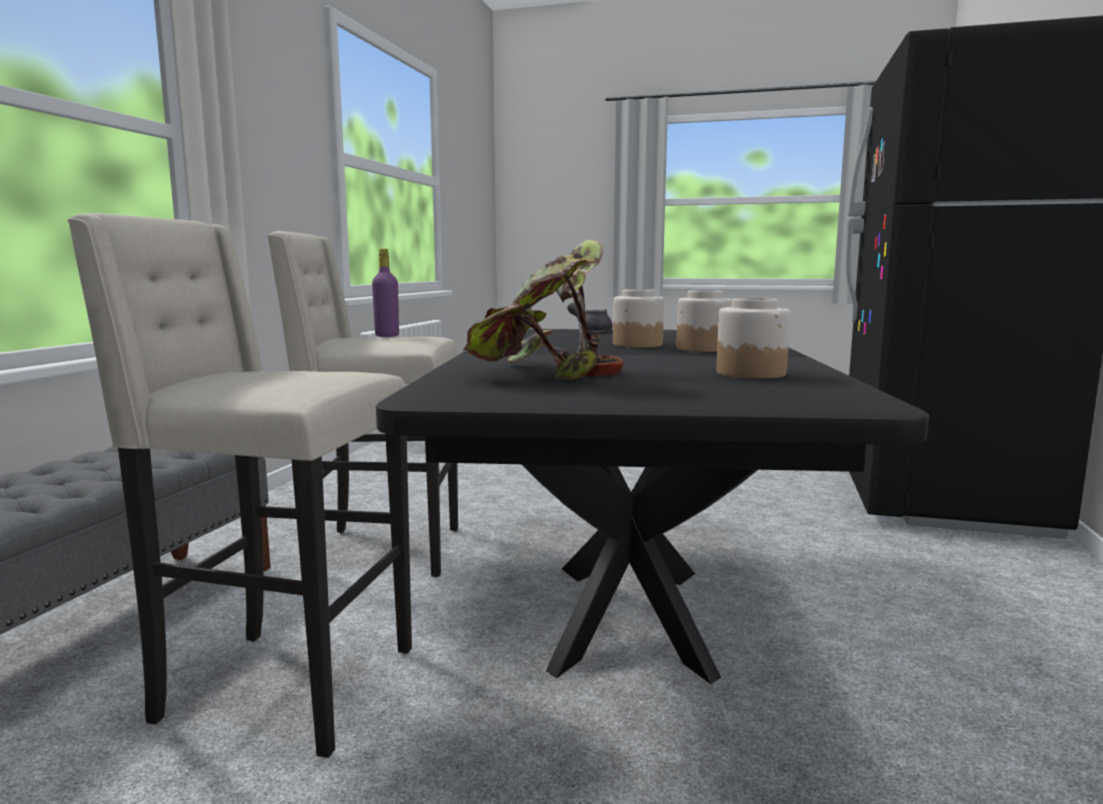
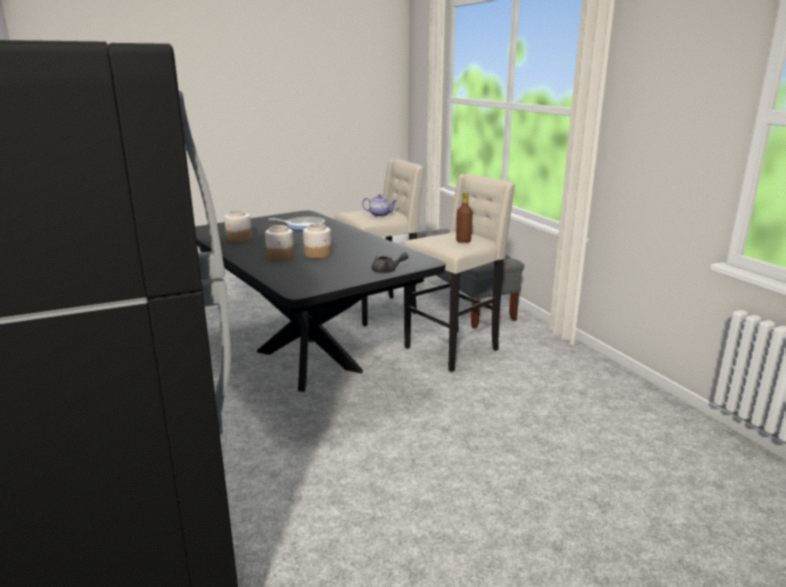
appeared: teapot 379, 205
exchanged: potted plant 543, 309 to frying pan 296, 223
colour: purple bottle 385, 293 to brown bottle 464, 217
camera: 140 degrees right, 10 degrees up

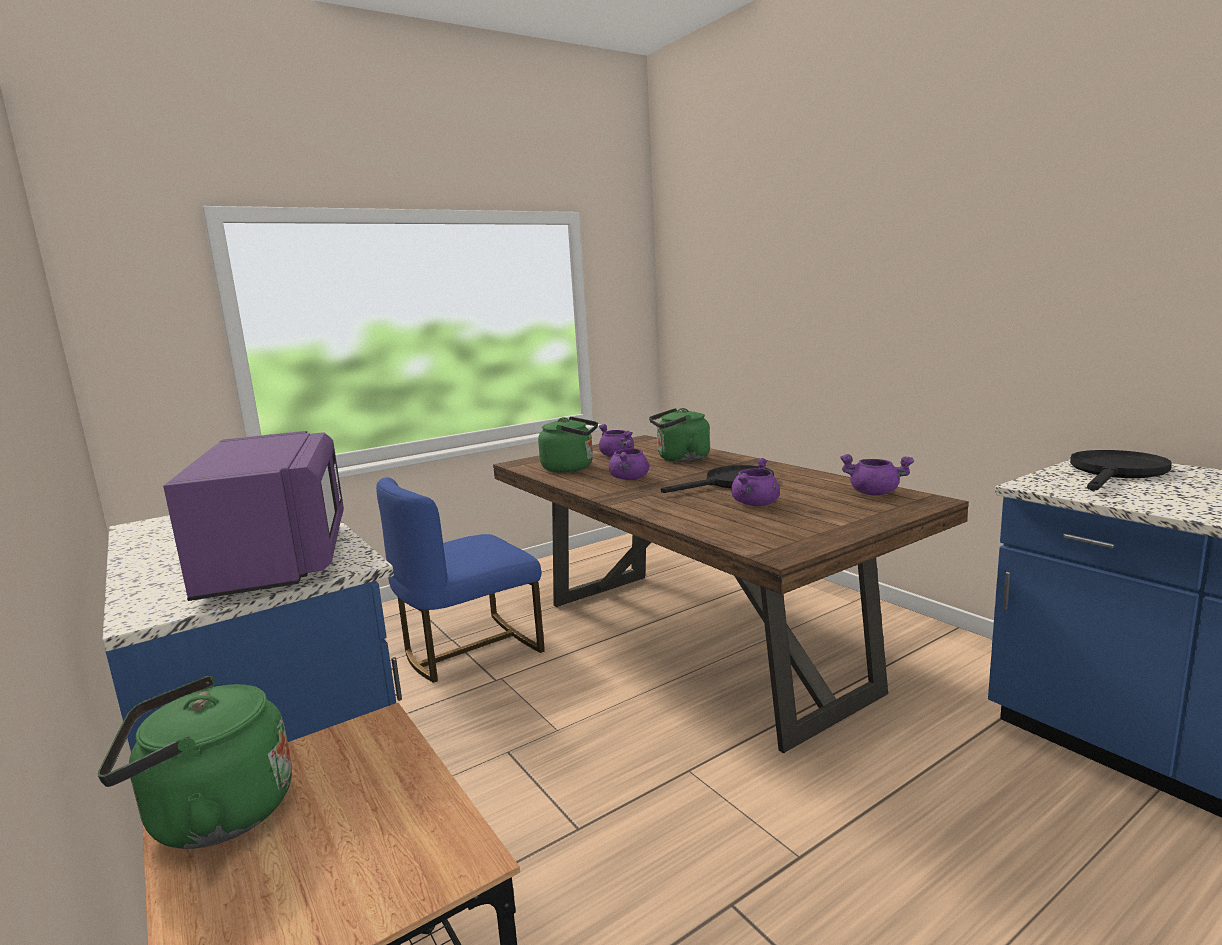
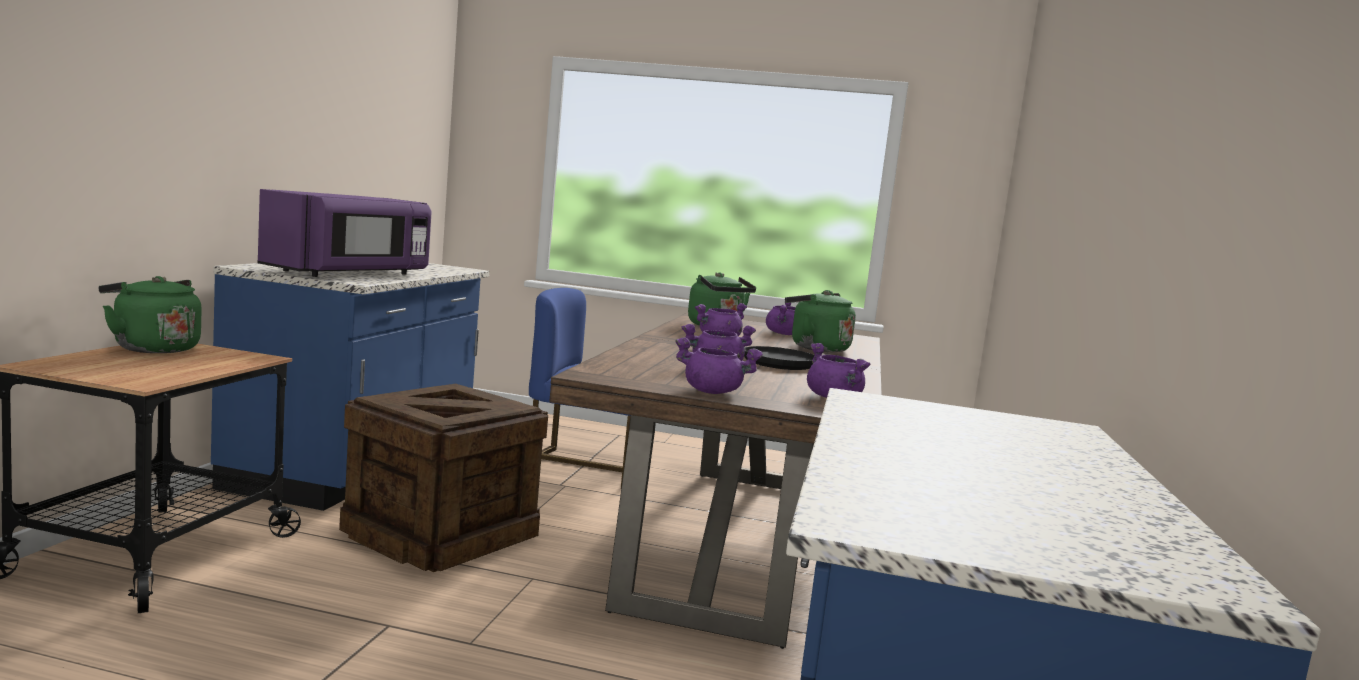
missing: black frying pan 1121, 470
appeared: crate 443, 478; purple cooking pot 719, 365
camera: 45 degrees right, 5 degrees down

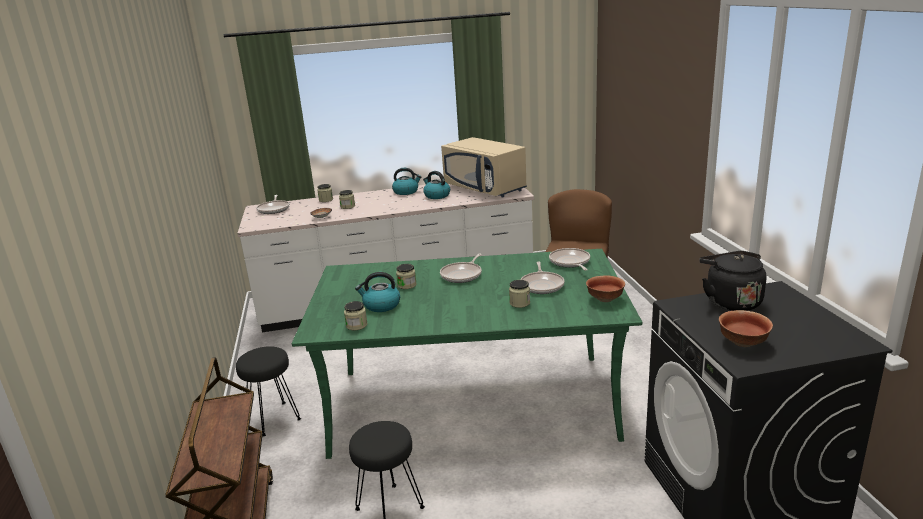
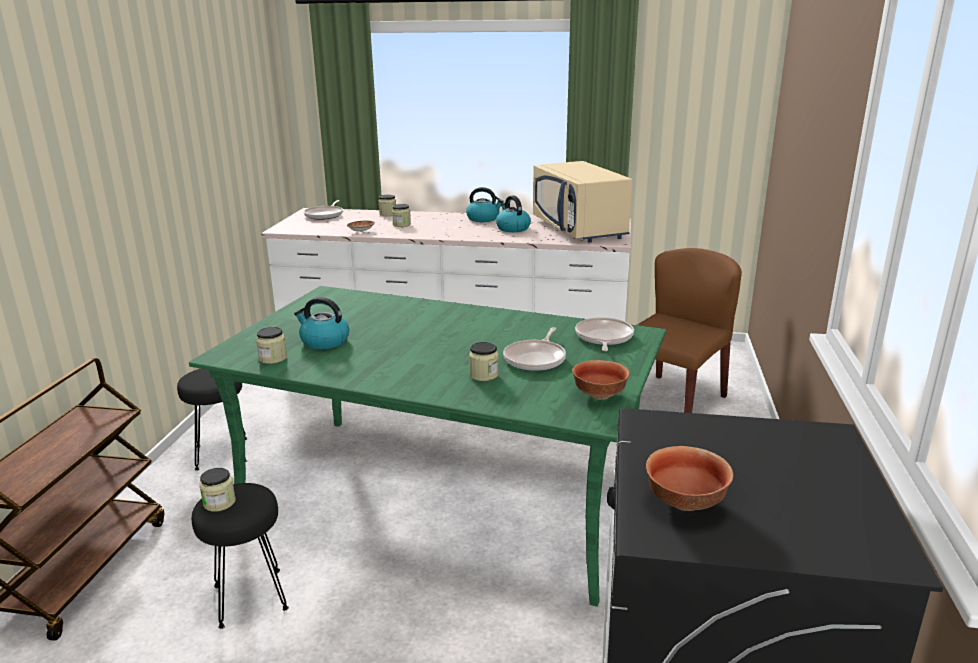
missing: frying pan 461, 268; black kettle 733, 281
relocated: jar 406, 276 to 218, 490
camera: 20 degrees right, 0 degrees up

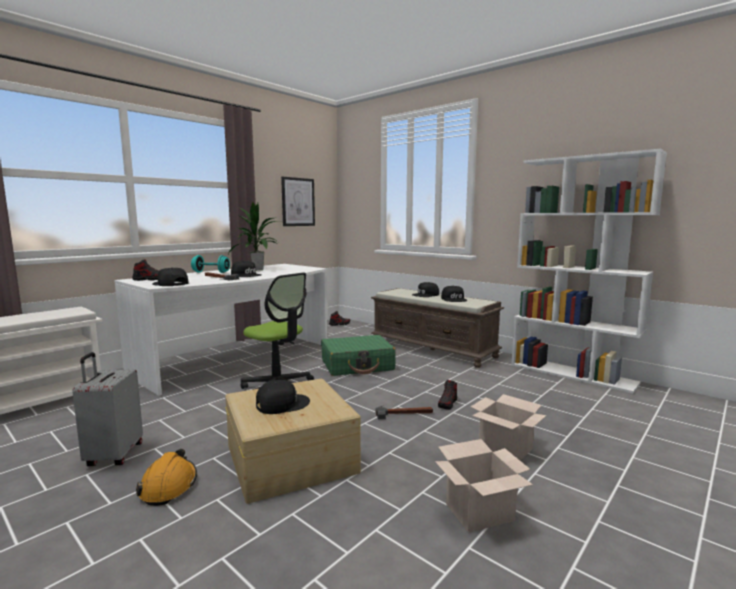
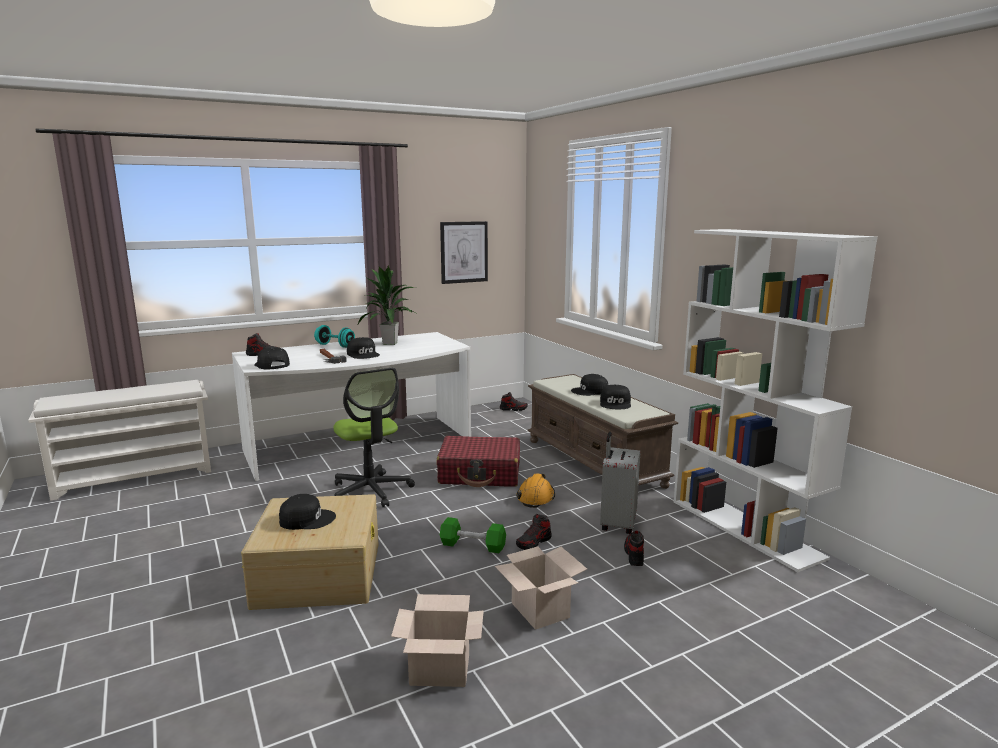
appeared: shoe 634, 548
relocated: grey suitcase 107, 409 to 620, 483; orange hard hat 166, 477 to 535, 490
exchanged: hammer 404, 412 to green dumbbell 473, 535
colour: green suitcase 358, 355 to red suitcase 478, 461
camera: 20 degrees right, 5 degrees up

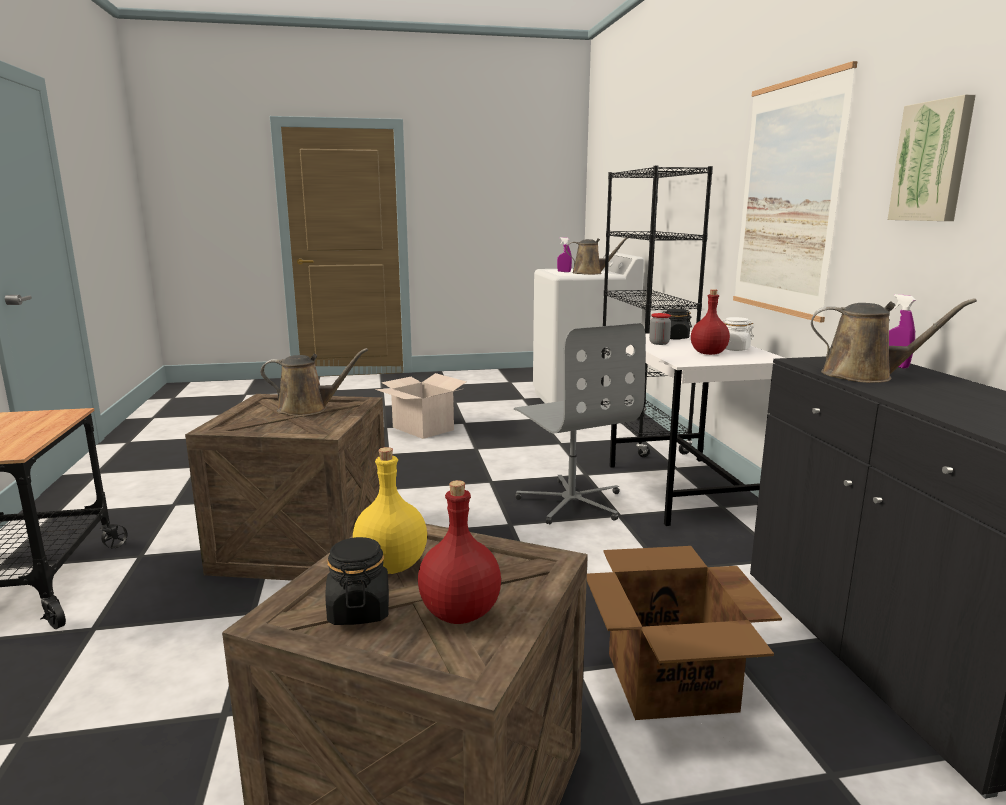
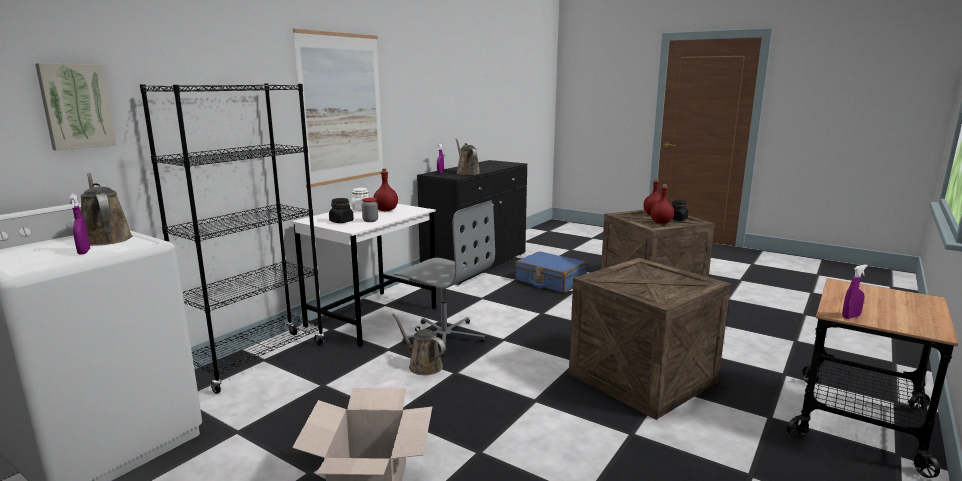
appeared: purple spray bottle 855, 292
relocated: brown watering can 314, 382 to 418, 344; picture 932, 157 to 75, 107
exchanged: cardboard box 684, 633 to blue suitcase 551, 272
colour: yellow bottle 390, 510 to red bottle 662, 204
spun: grey office chair 580, 423 = 444, 278 105 degrees clockwise
camera: 135 degrees left, 0 degrees up

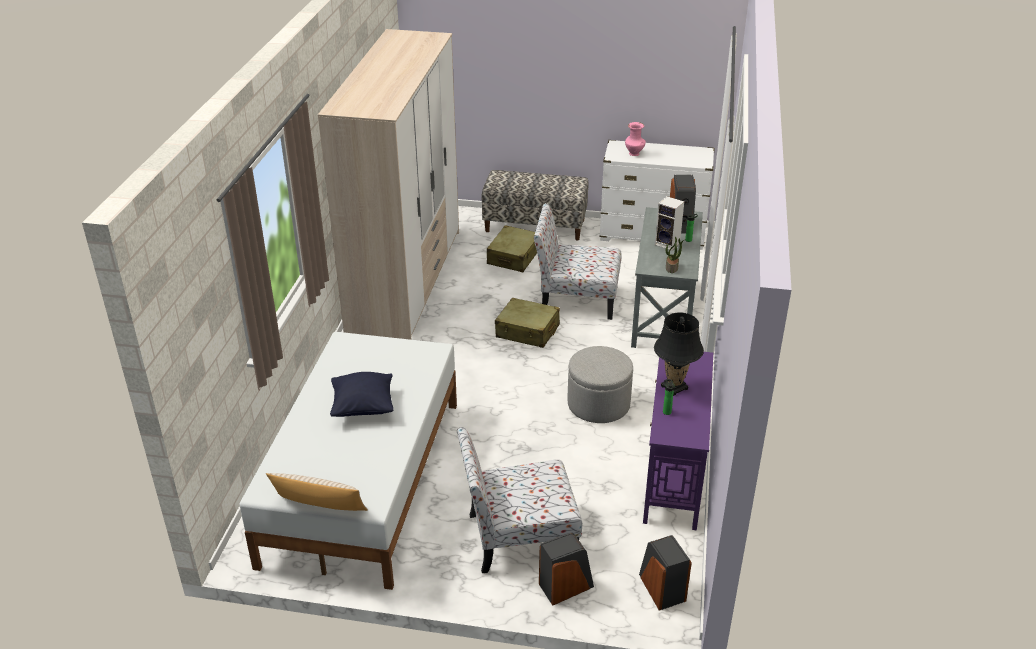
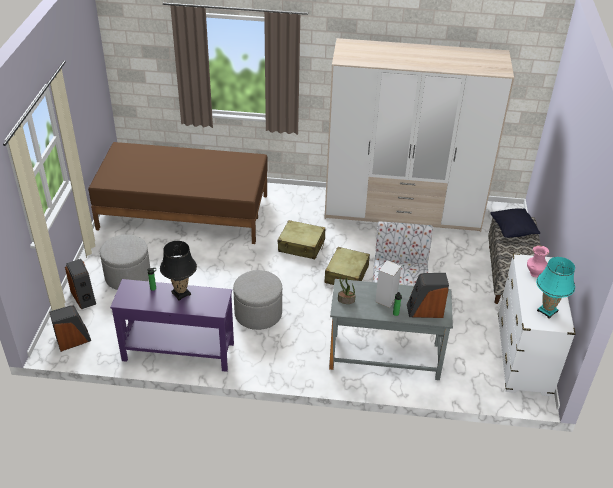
missing: beige pillow 317, 492
appeared: turquoise table lamp 555, 288
relocated: black pillow 362, 394 to 515, 223; beige suitcase 512, 248 to 301, 239
exchanged: chair 519, 500 to grey ottoman 125, 262
colour: white bed 348, 461 to brown bed 178, 193
camera: 85 degrees right, 5 degrees up

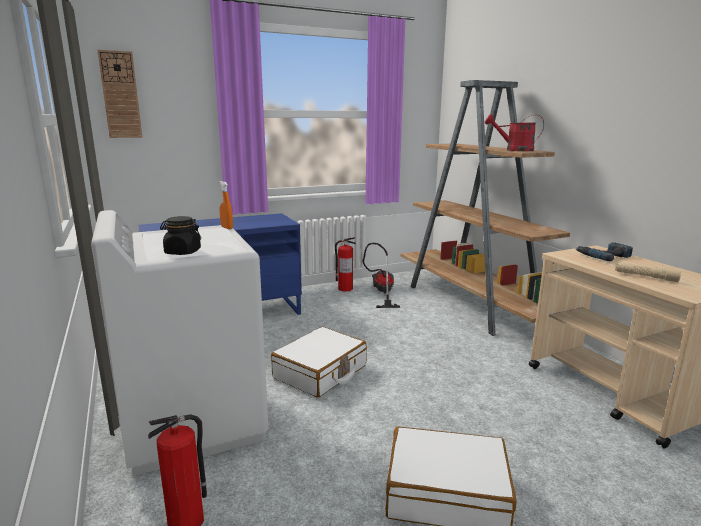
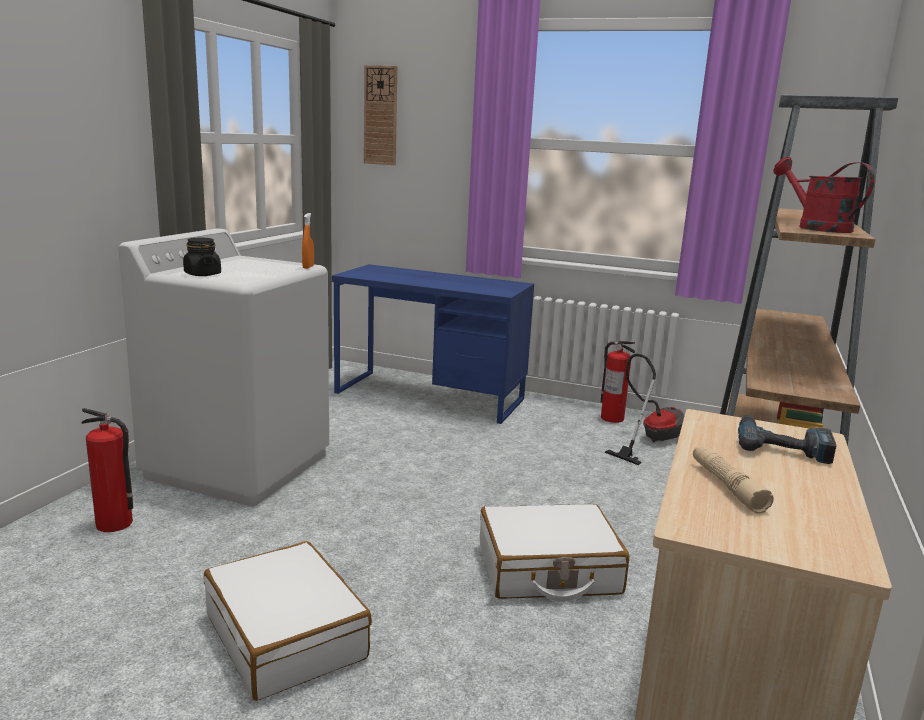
relocated: white suitcase 319, 362 to 554, 553
camera: 45 degrees right, 0 degrees up

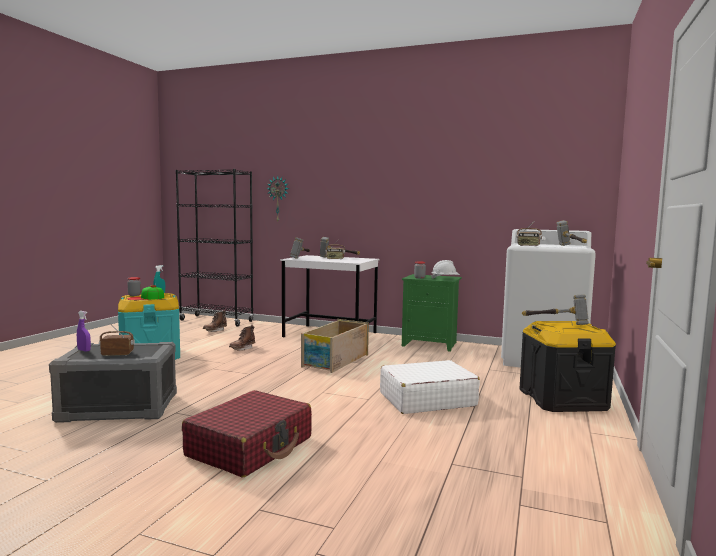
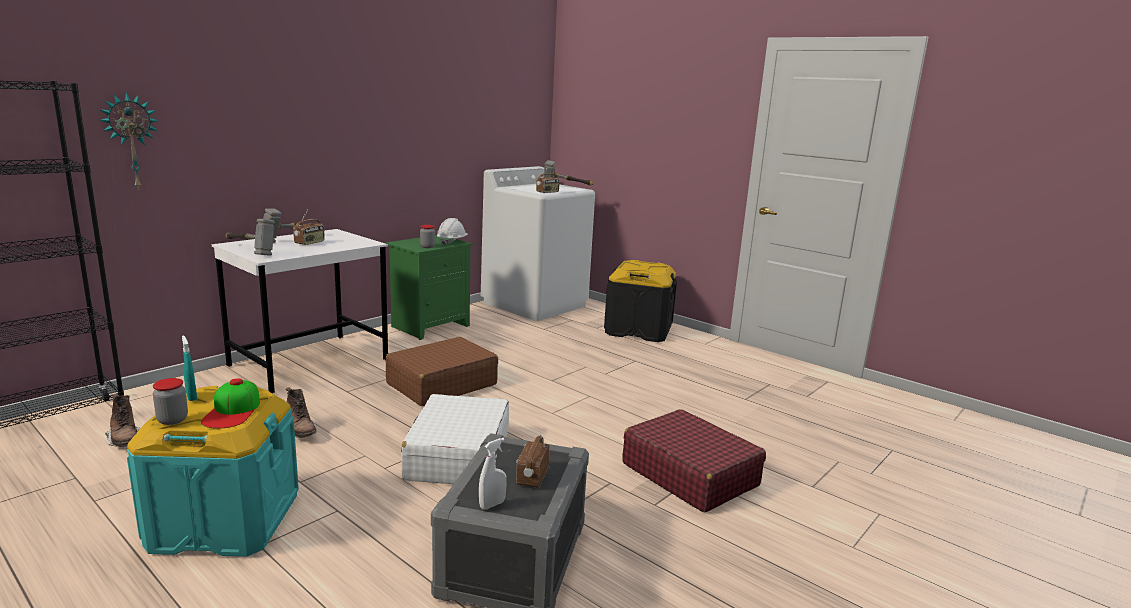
missing: hammer 555, 309
relocated: white suitcase 430, 387 to 455, 439
exchanged: crate 335, 346 to brown suitcase 442, 371
colour: purple spray bottle 84, 331 to white spray bottle 493, 474
camera: 70 degrees left, 10 degrees up

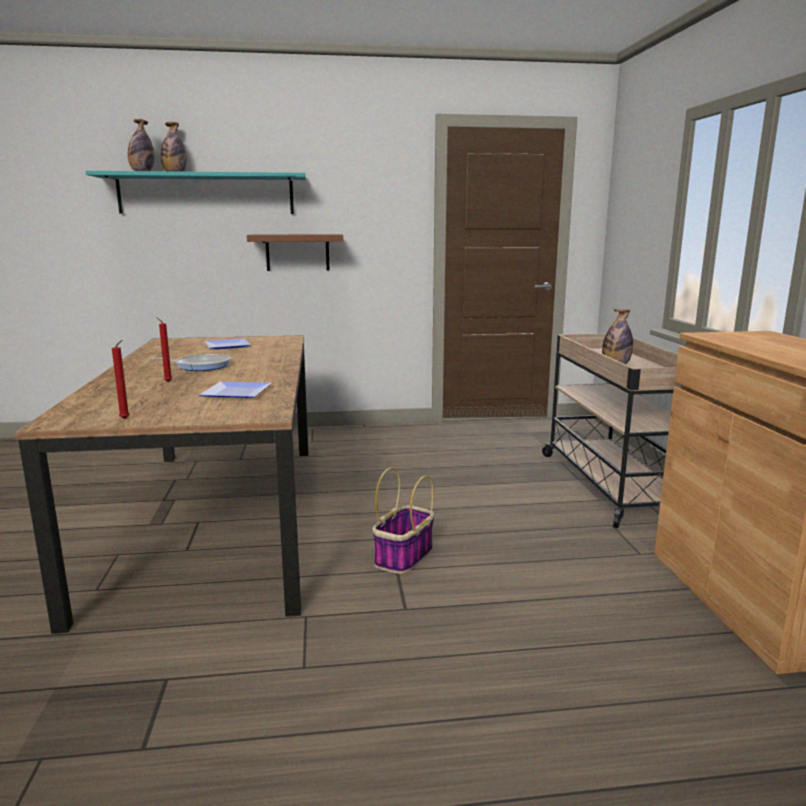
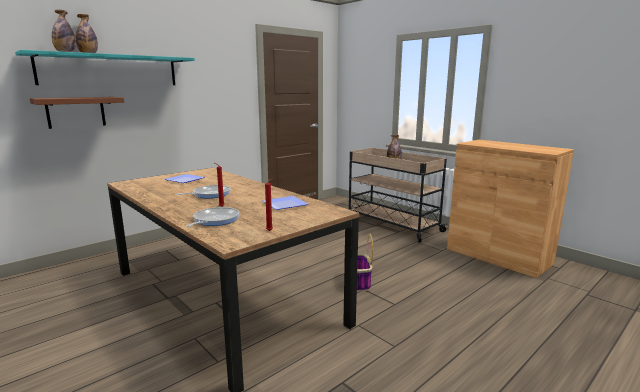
appeared: frying pan 213, 217
relocated: brown shelf 295, 252 to 77, 113
camera: 35 degrees left, 0 degrees up

